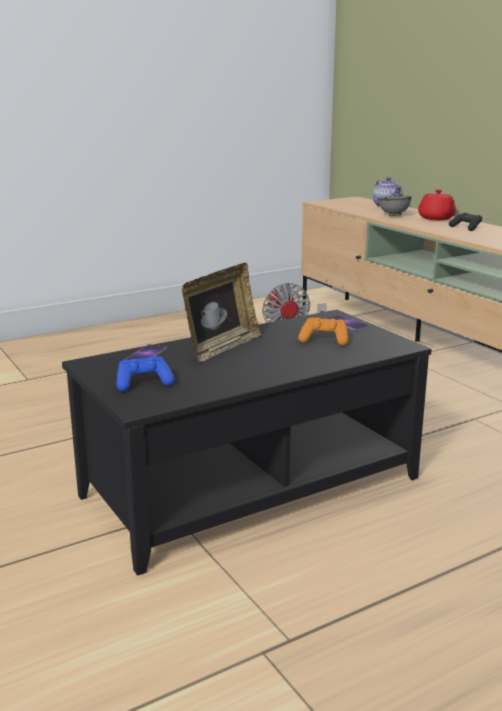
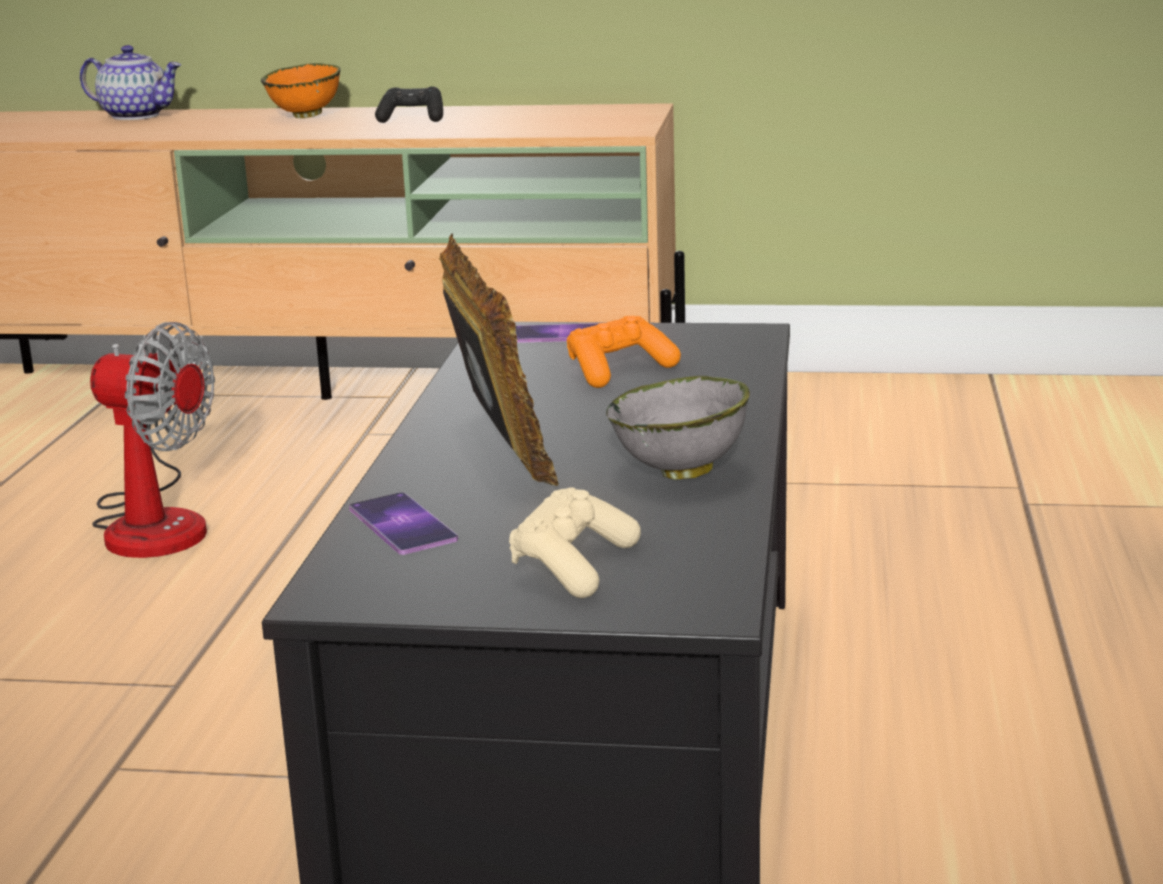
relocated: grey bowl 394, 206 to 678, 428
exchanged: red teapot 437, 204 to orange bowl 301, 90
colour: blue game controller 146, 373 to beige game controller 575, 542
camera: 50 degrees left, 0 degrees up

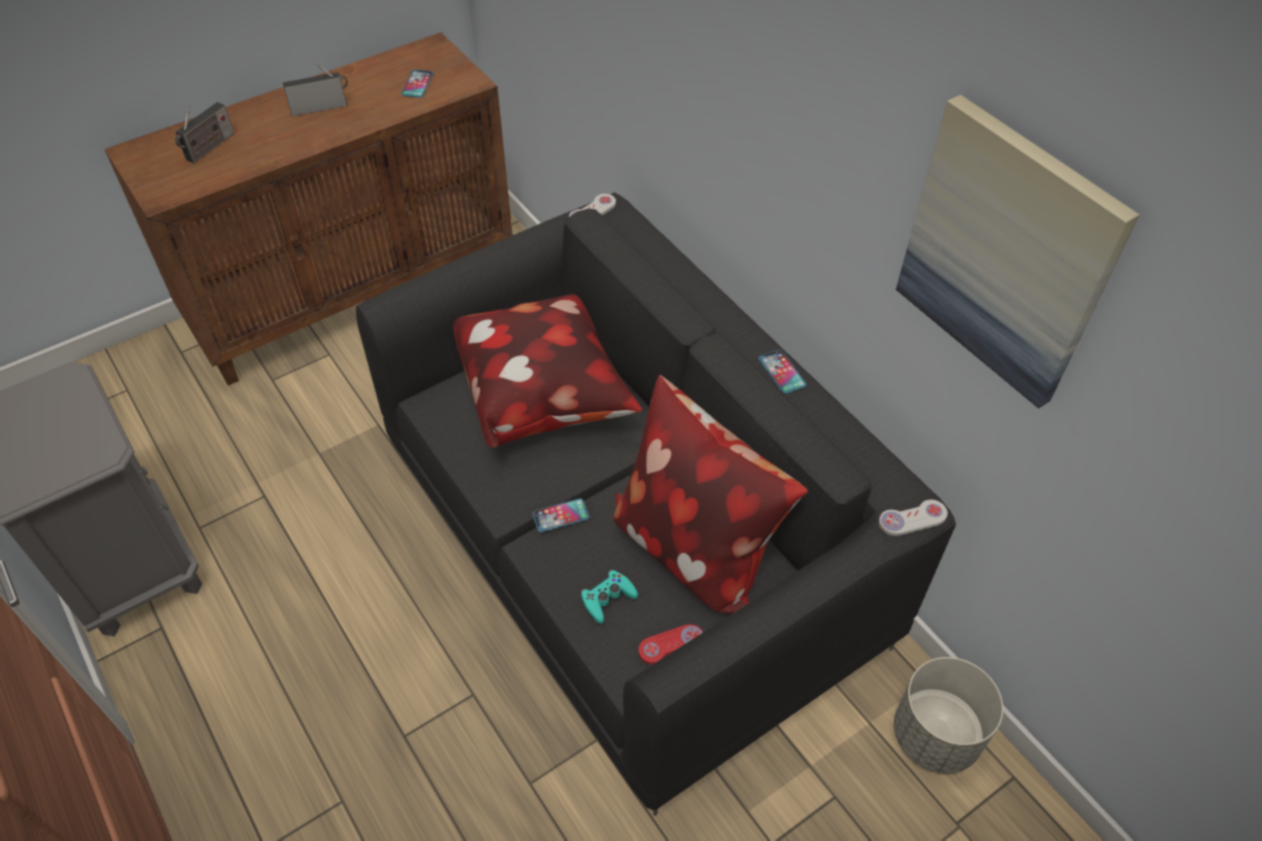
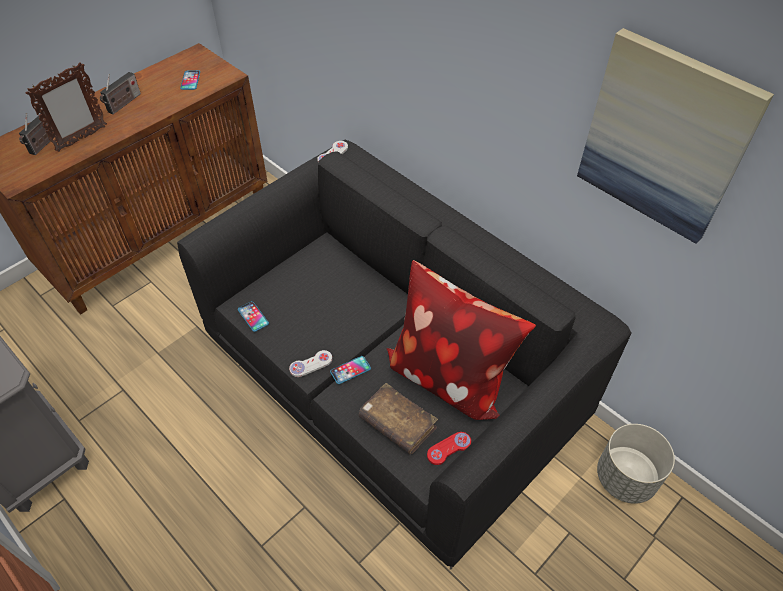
missing: pillow 547, 370
appeared: picture frame 66, 107
relocated: phone 782, 372 to 253, 316; white game controller 913, 518 to 310, 363
exchanged: turquoise game controller 609, 597 to brown book 398, 418
spun: radio 315, 89 = 120, 93 150 degrees clockwise
camera: 10 degrees left, 0 degrees up

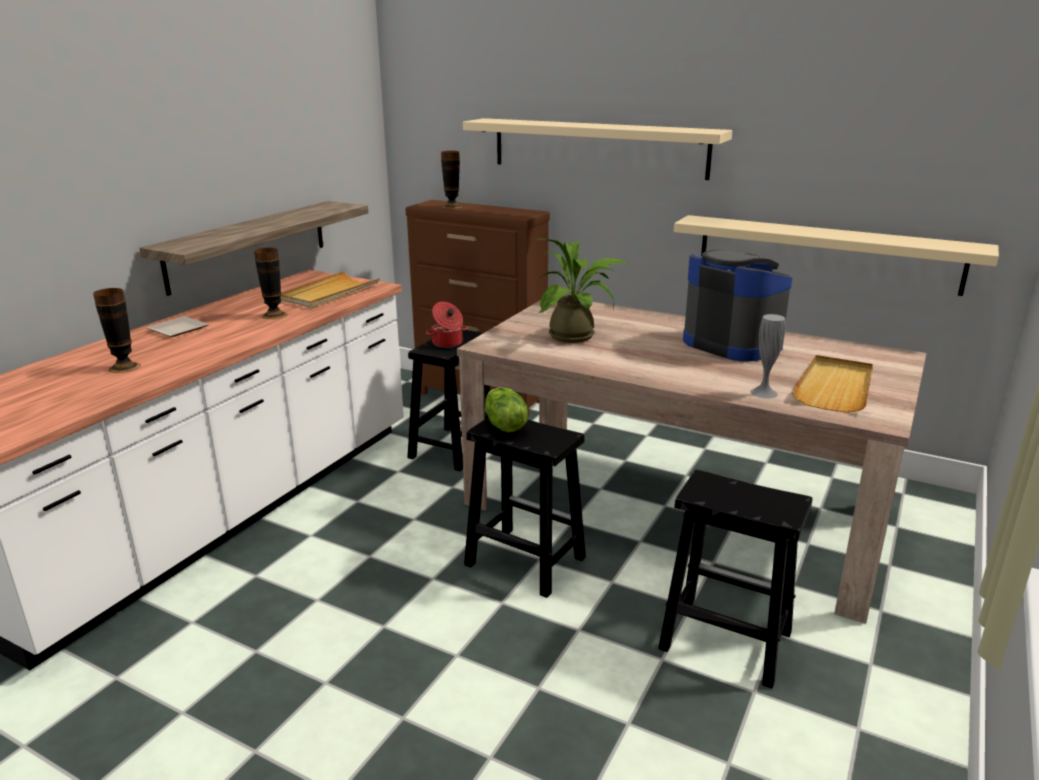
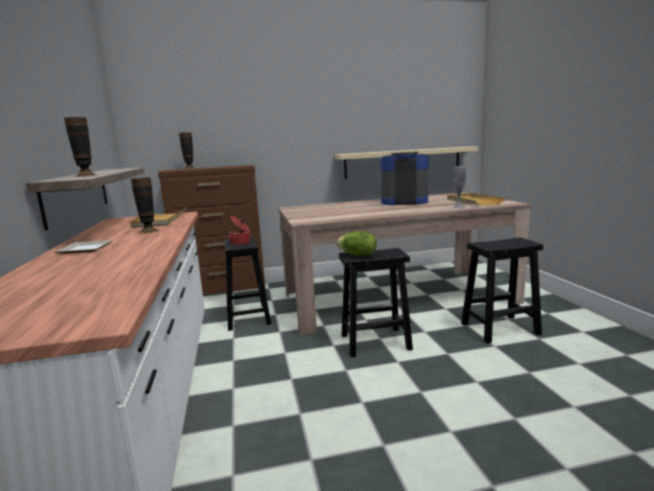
missing: beige shelf 597, 149; potted plant 583, 291
relocated: vase 117, 330 to 80, 147
camera: 40 degrees left, 10 degrees down

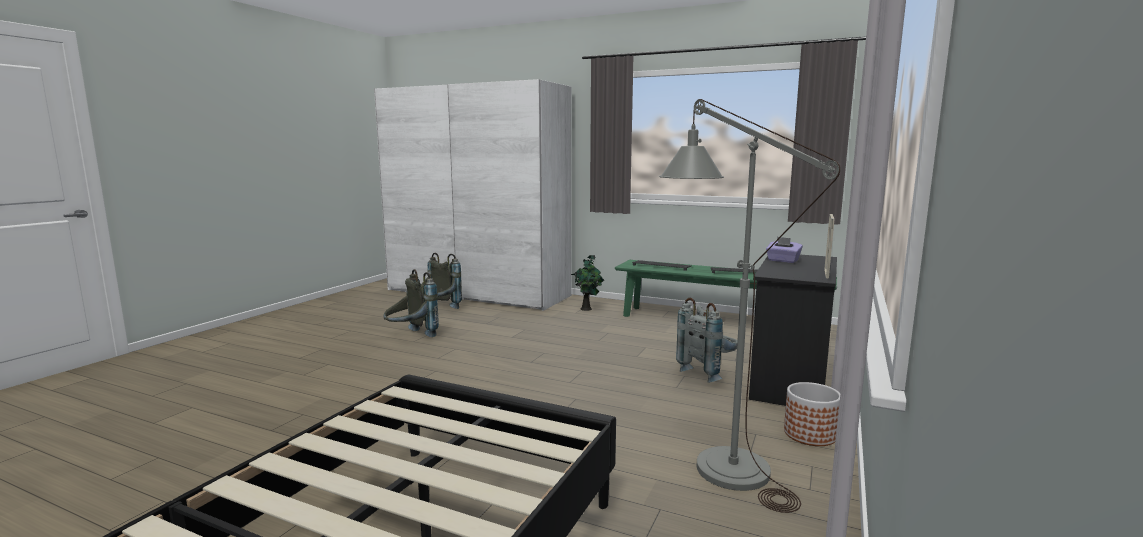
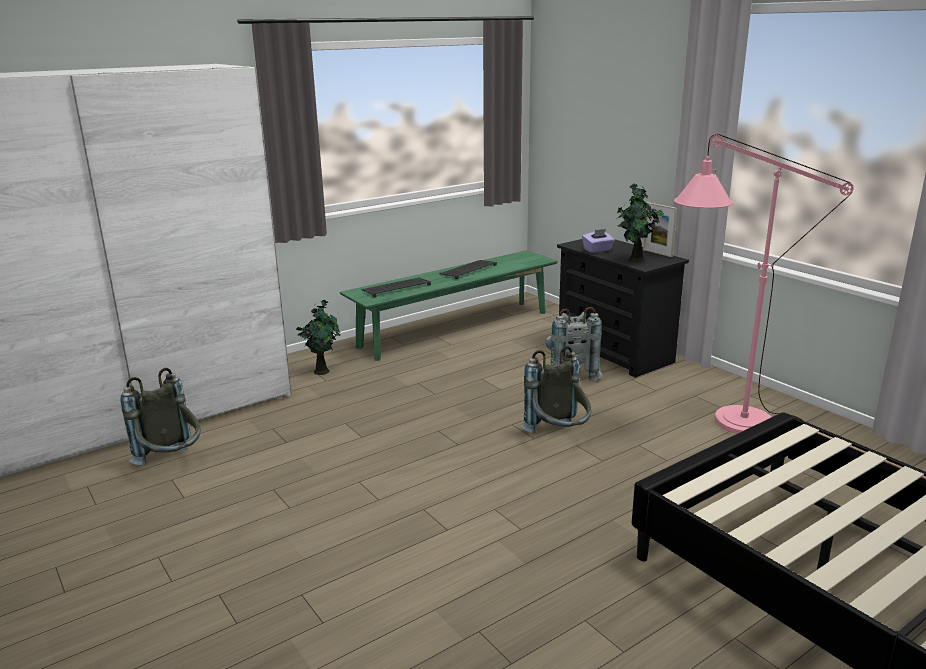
missing: planter 812, 414
appeared: potted plant 640, 223
relocated: grey backpack 411, 303 to 556, 390
colour: grey floor lamp 749, 306 to pink floor lamp 764, 284
camera: 60 degrees left, 10 degrees up

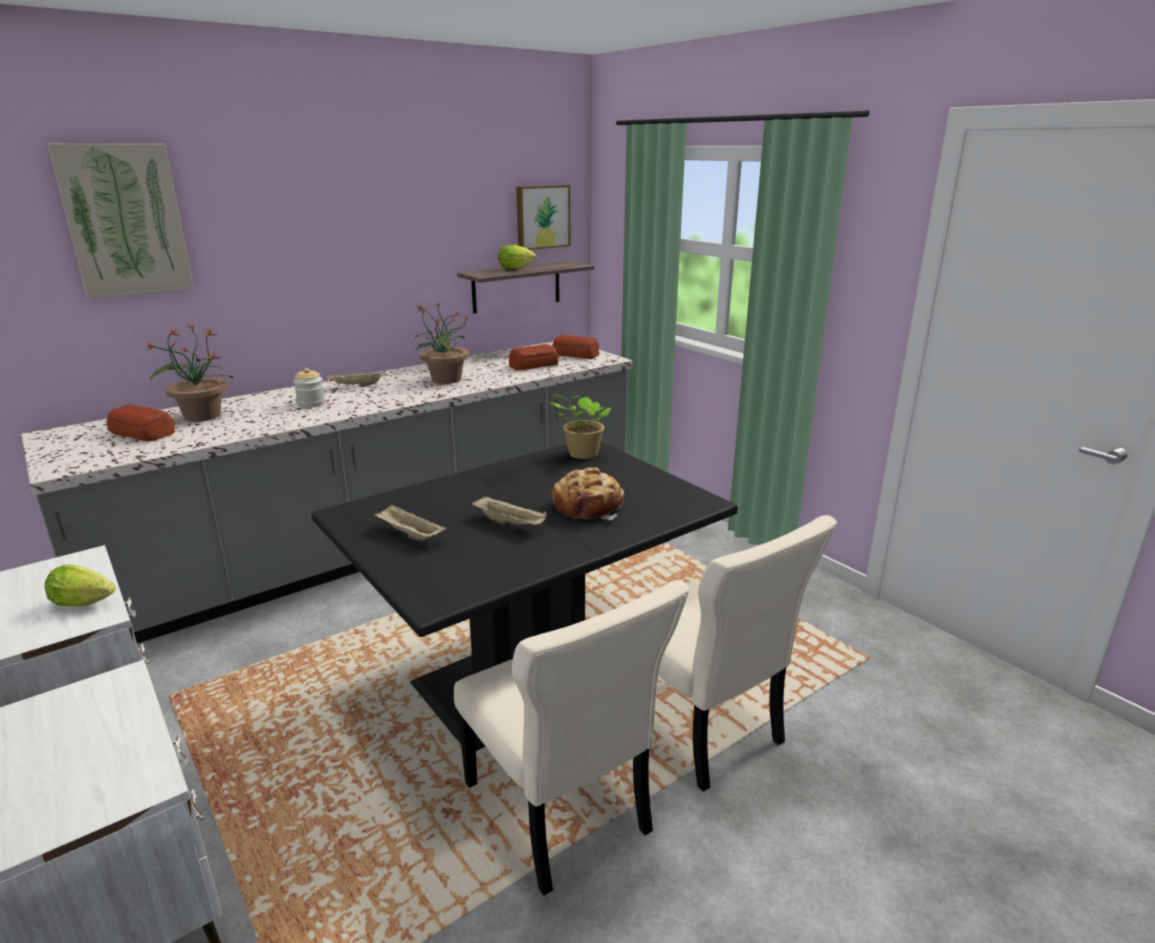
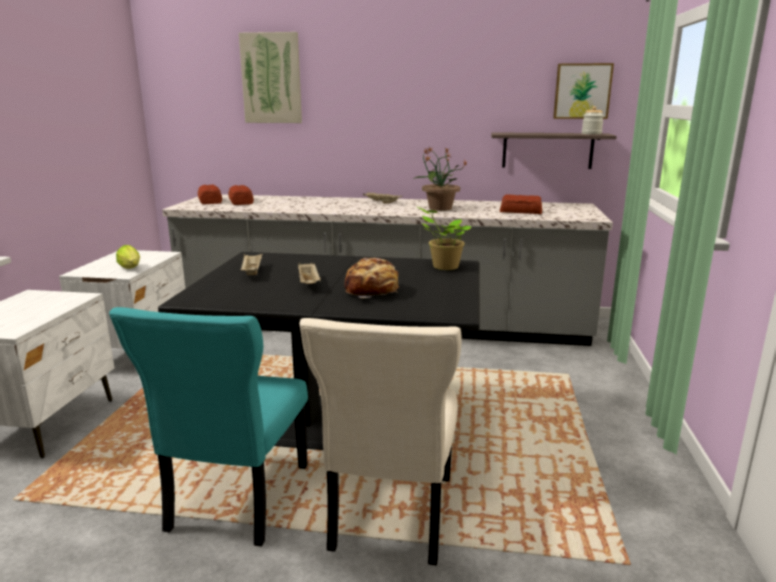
missing: potted plant 189, 373; lettuce 517, 257
relocated: jar 309, 388 to 593, 120; bread 575, 347 to 210, 194
colour: beige chair 571, 738 to turquoise chair 208, 427
camera: 45 degrees right, 5 degrees down

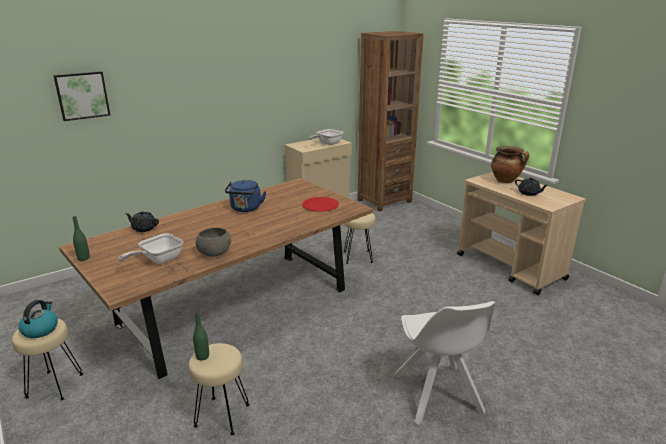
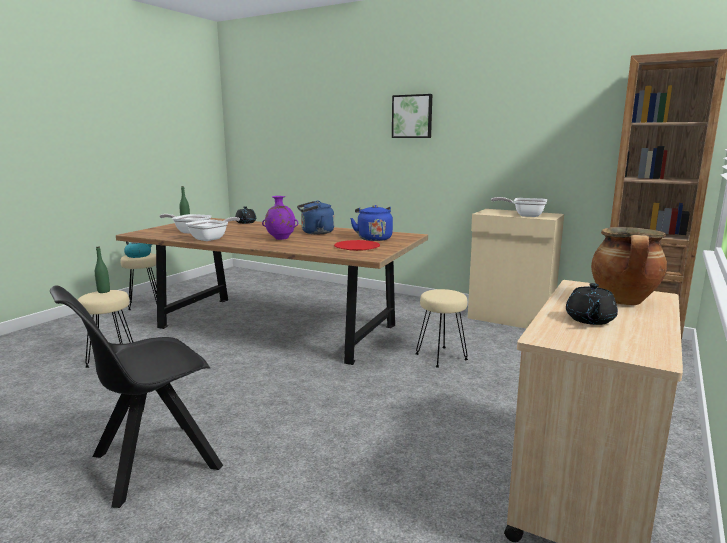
appeared: purple vase 280, 218; blue kettle 371, 223
relocated: picture 81, 96 to 412, 116
exchanged: grey bowl 213, 242 to frying pan 213, 229
colour: white chair 444, 362 to black chair 136, 396
camera: 65 degrees right, 10 degrees down

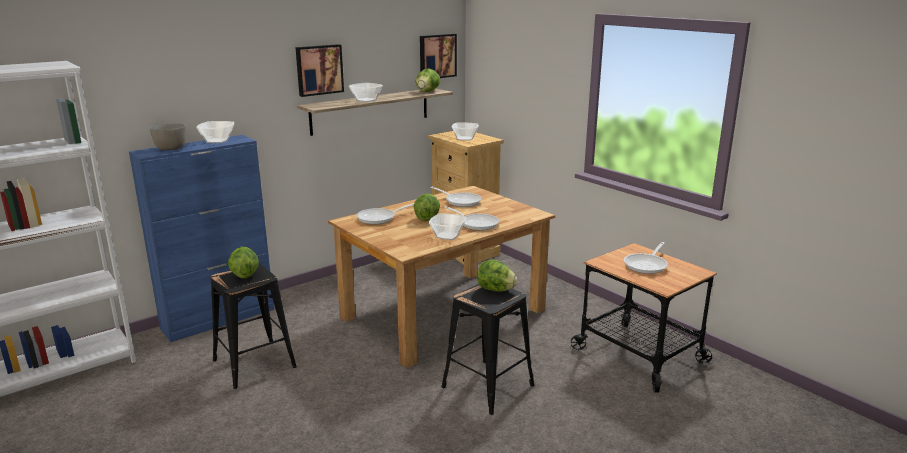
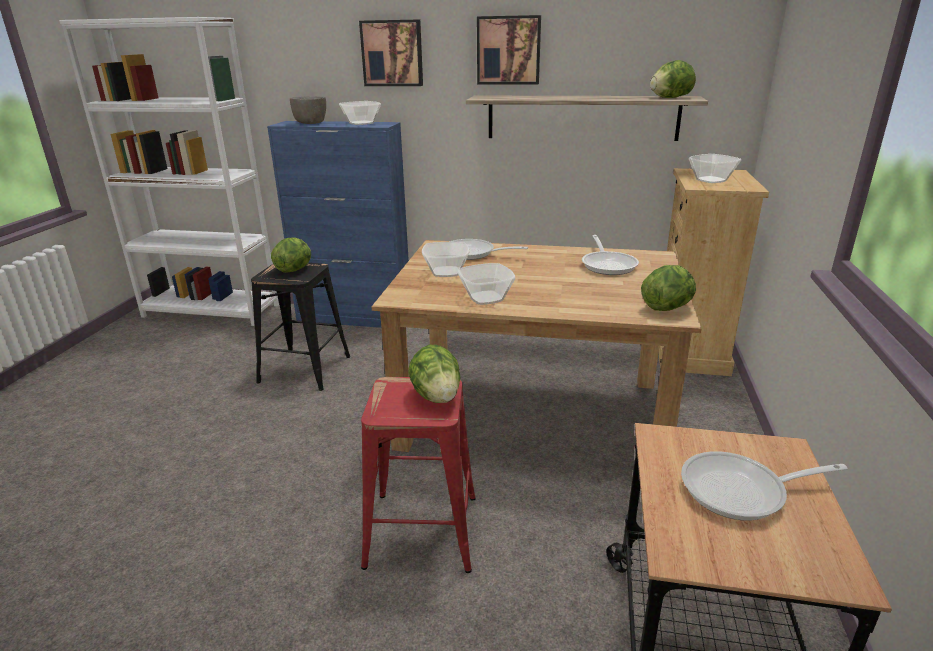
missing: frying pan 471, 218
relocated: bowl 366, 92 to 446, 259; lettuce 427, 207 to 668, 288; picture 438, 56 to 391, 53
colour: black stool 487, 349 to red stool 418, 475
camera: 50 degrees right, 5 degrees up

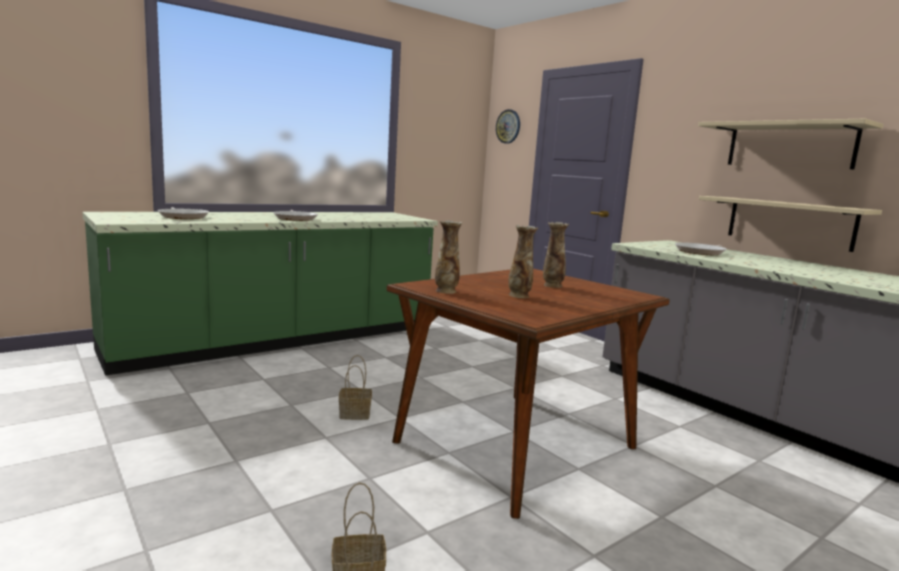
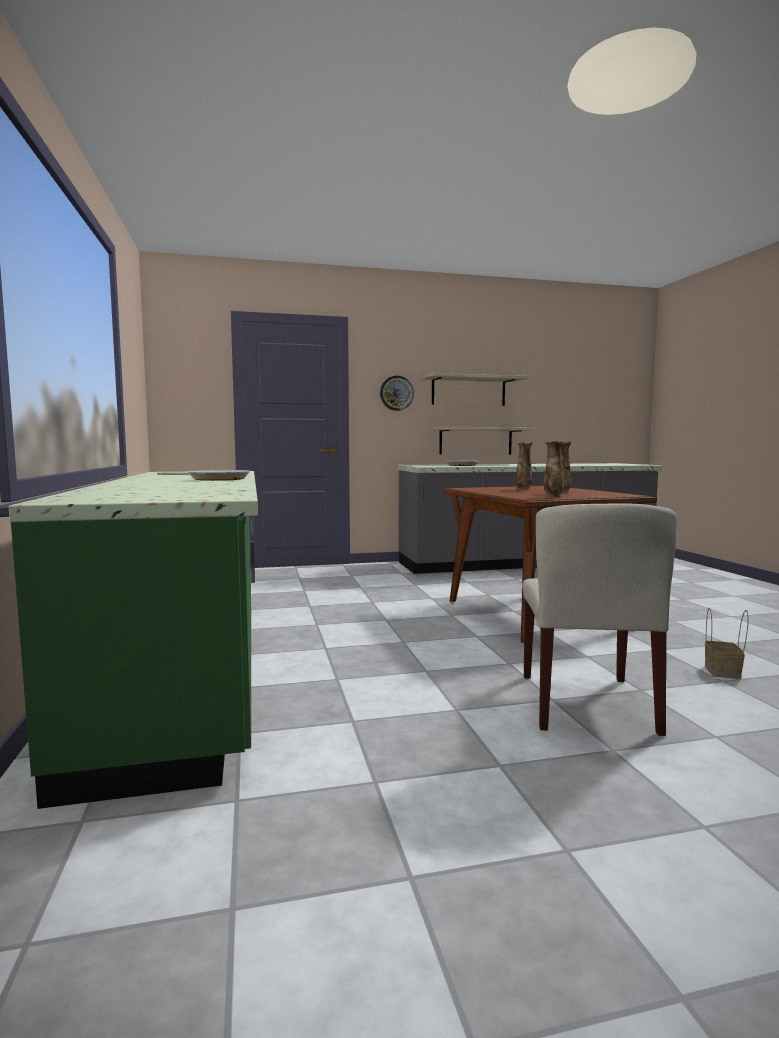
missing: frying pan 183, 213; basket 355, 387
appeared: beige chair 600, 619
relocated: wall clock 508, 126 to 397, 393
camera: 65 degrees left, 5 degrees down

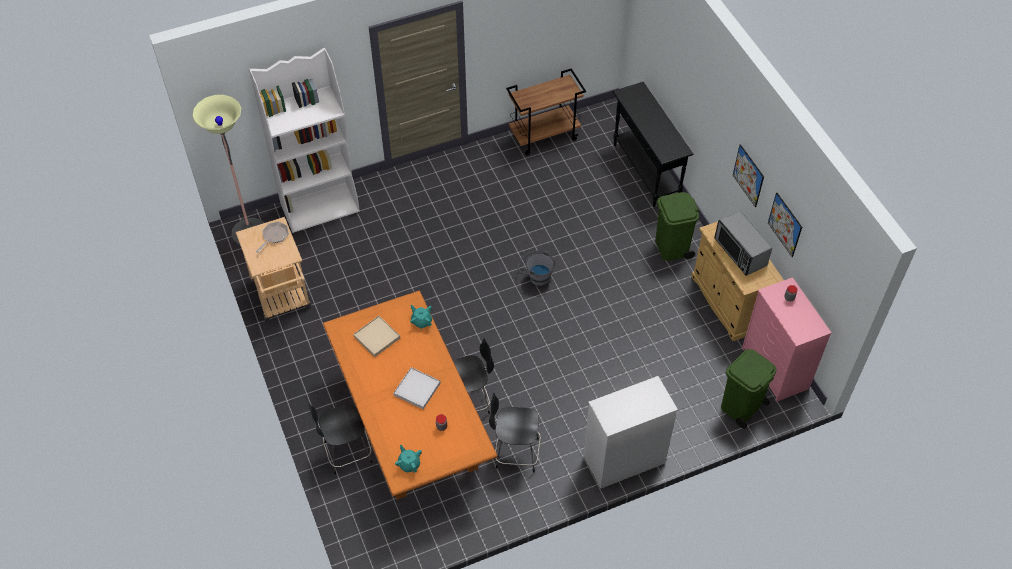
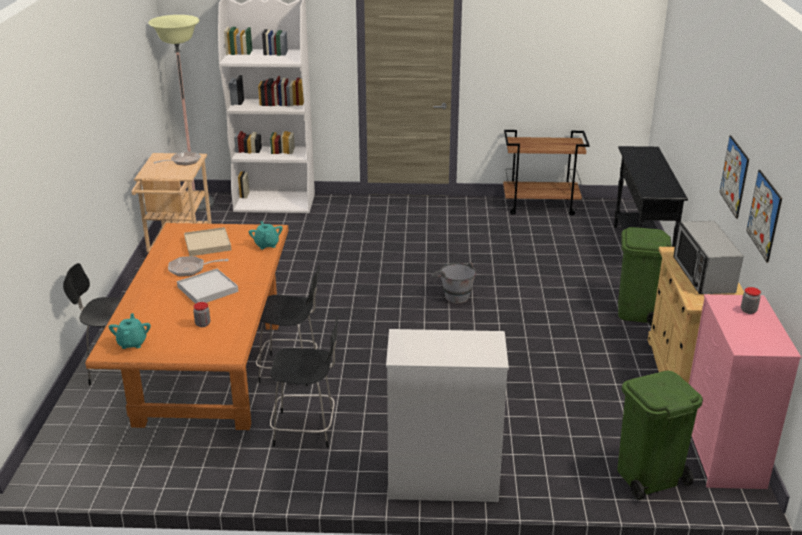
appeared: frying pan 198, 266
spun: black chair 515, 433 = 304, 381 150 degrees clockwise
camera: 25 degrees right, 25 degrees down

